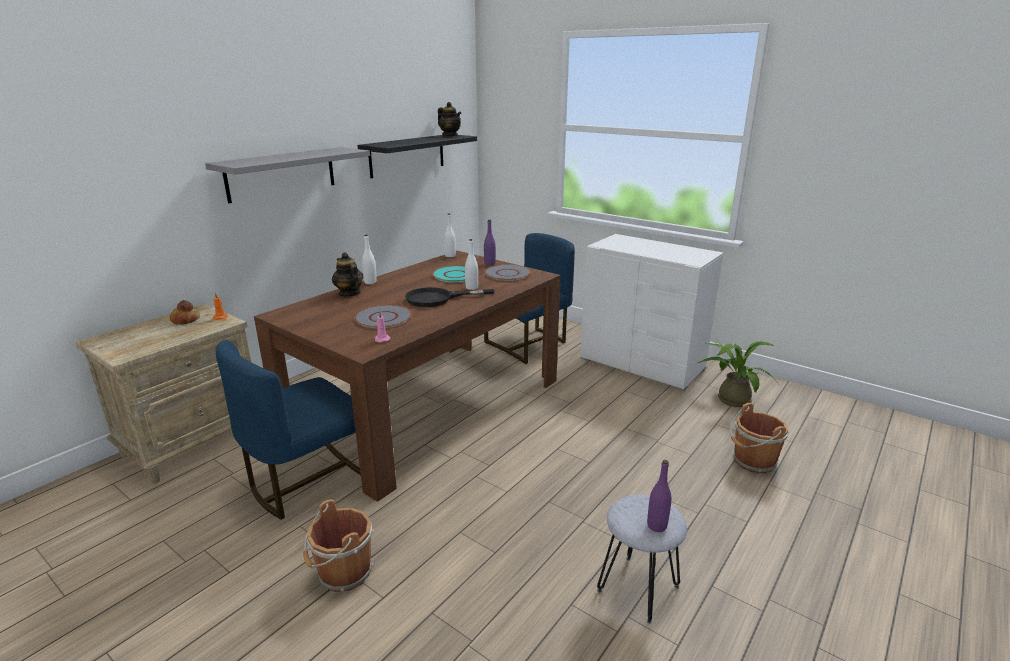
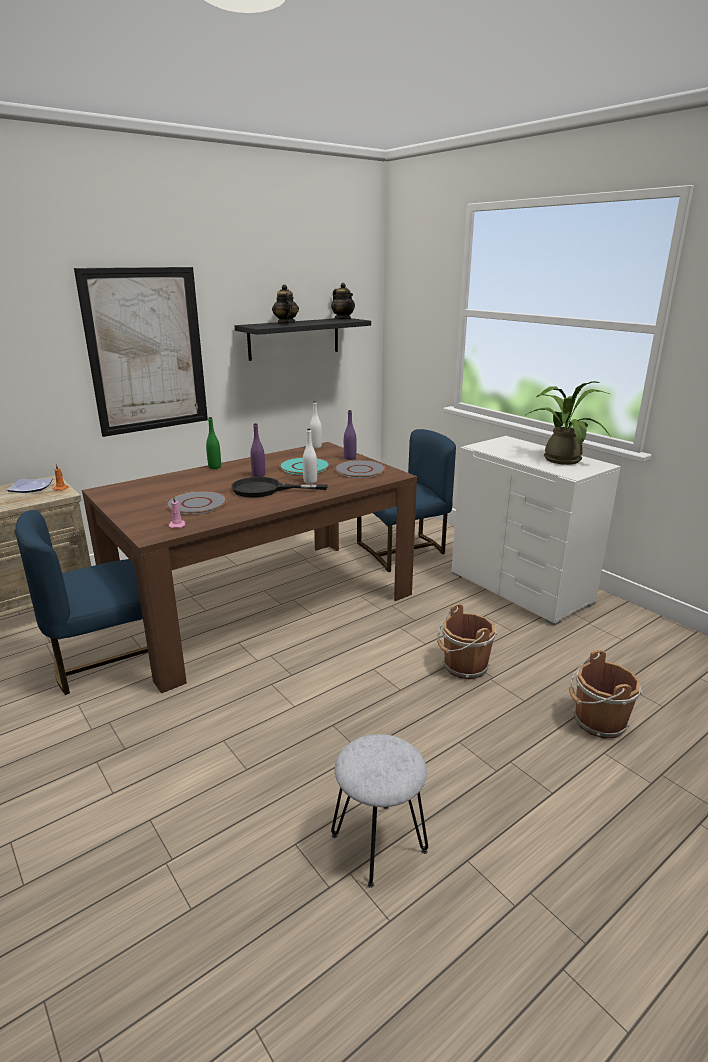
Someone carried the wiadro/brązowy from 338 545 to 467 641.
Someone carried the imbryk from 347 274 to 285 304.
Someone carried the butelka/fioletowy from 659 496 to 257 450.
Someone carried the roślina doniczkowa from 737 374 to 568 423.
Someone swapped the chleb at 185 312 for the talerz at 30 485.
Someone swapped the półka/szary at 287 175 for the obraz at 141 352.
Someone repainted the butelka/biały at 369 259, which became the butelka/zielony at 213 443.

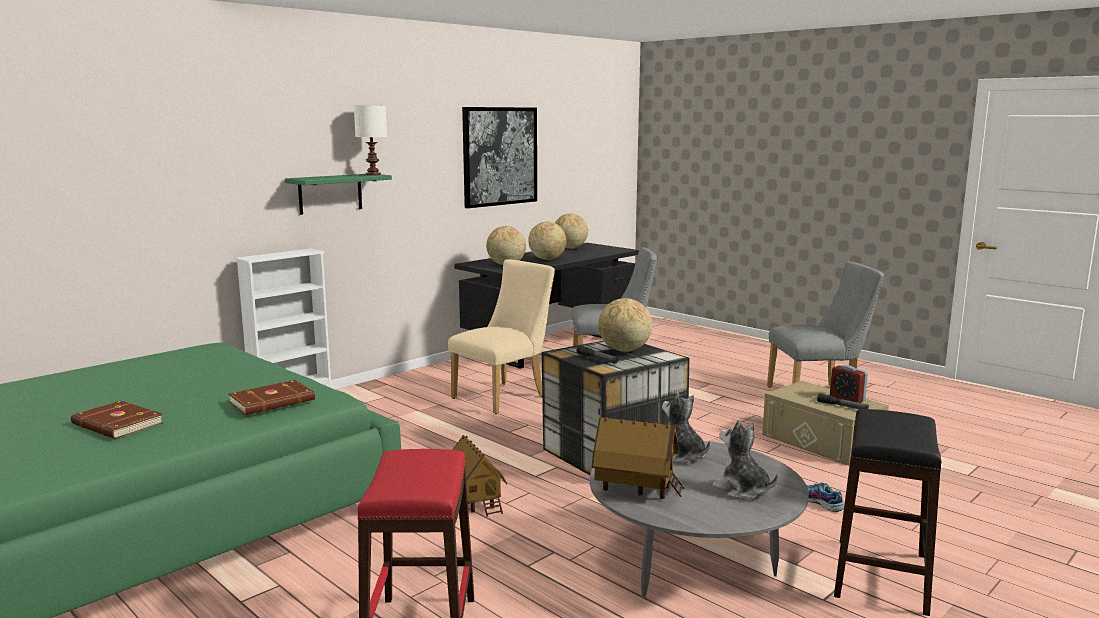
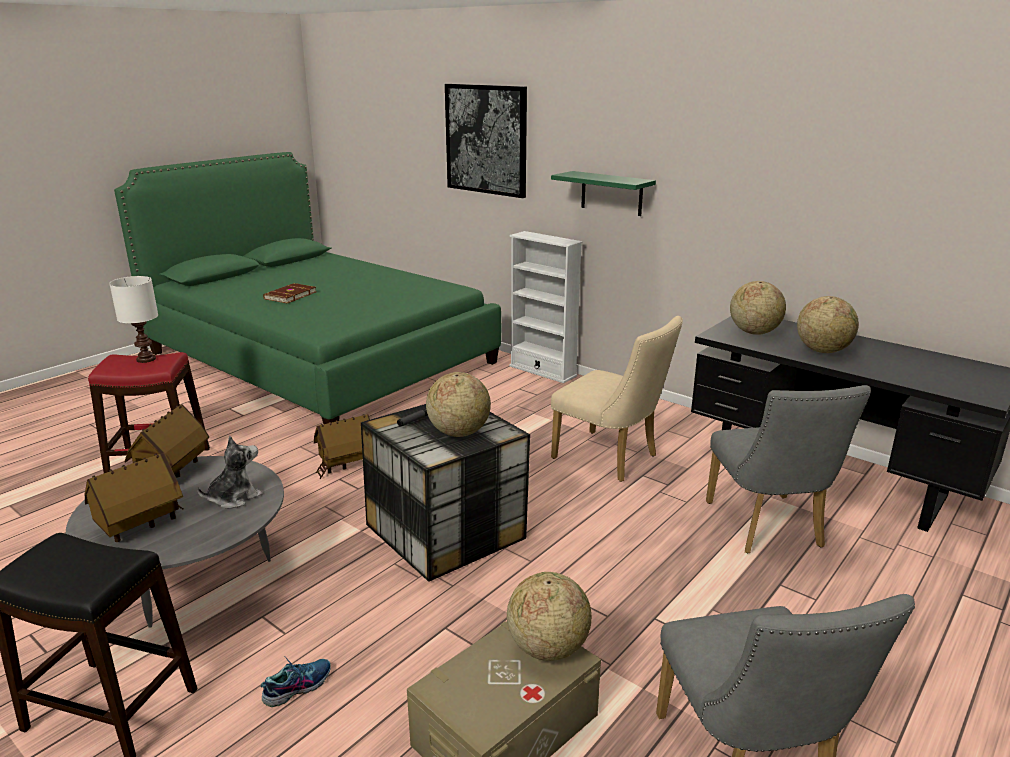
Someone took away the książka/brązowy at 271 397.
Someone took away the latarka at 843 401.
Someone took away the budzik at 849 384.
Someone carried the lampa stołowa/biały from 370 140 to 133 319.
Someone carried the obraz from 499 157 to 486 141.
Someone carried the globus from 571 231 to 549 616.
Someone swapped the pluszak at 745 460 for the domek at 134 497.

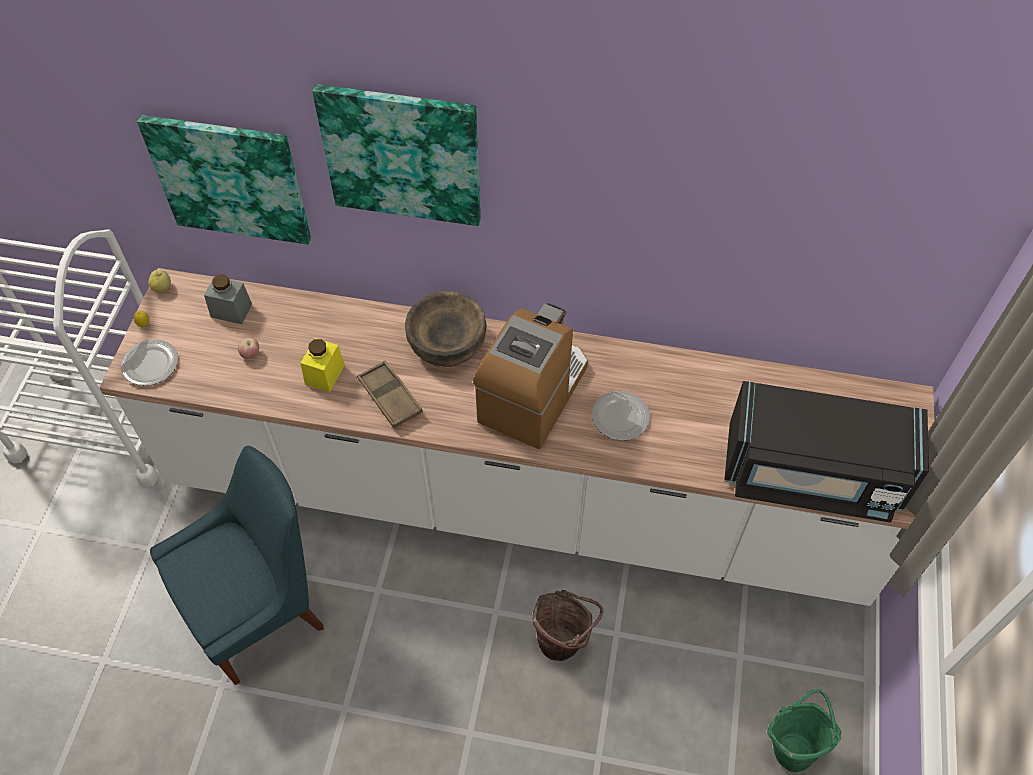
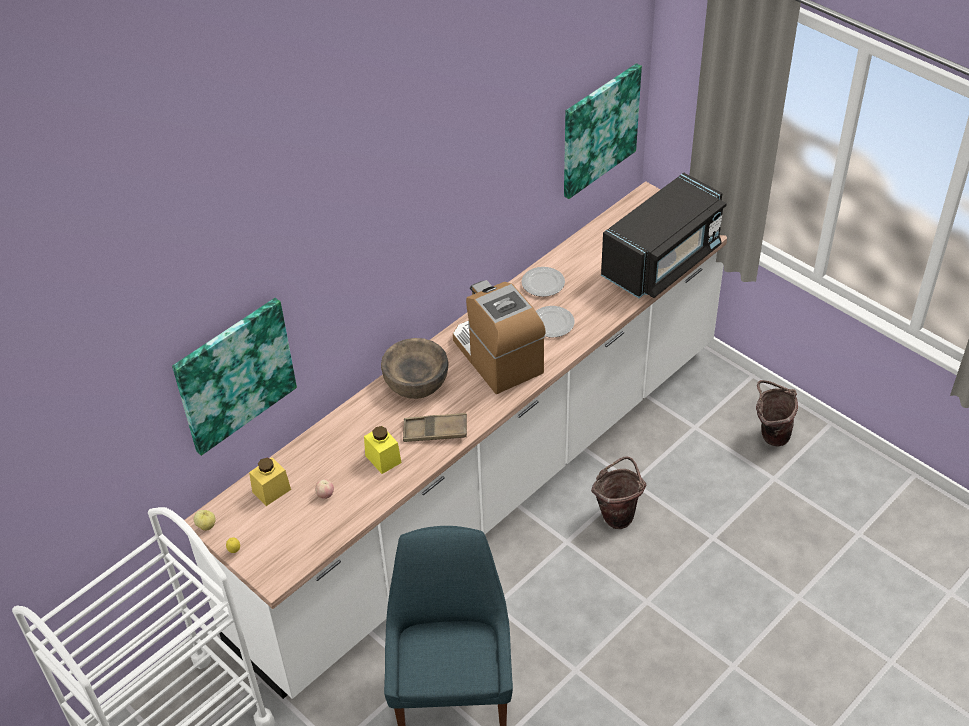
Someone carried the talerz from 149 362 to 543 282.
Someone carried the obraz from 396 155 to 603 131.
Someone repainted the słoik/szary at 228 299, which became the słoik/żółty at 270 481.
Someone repainted the wiadro/zielony at 804 730, which became the wiadro/brązowy at 777 413.

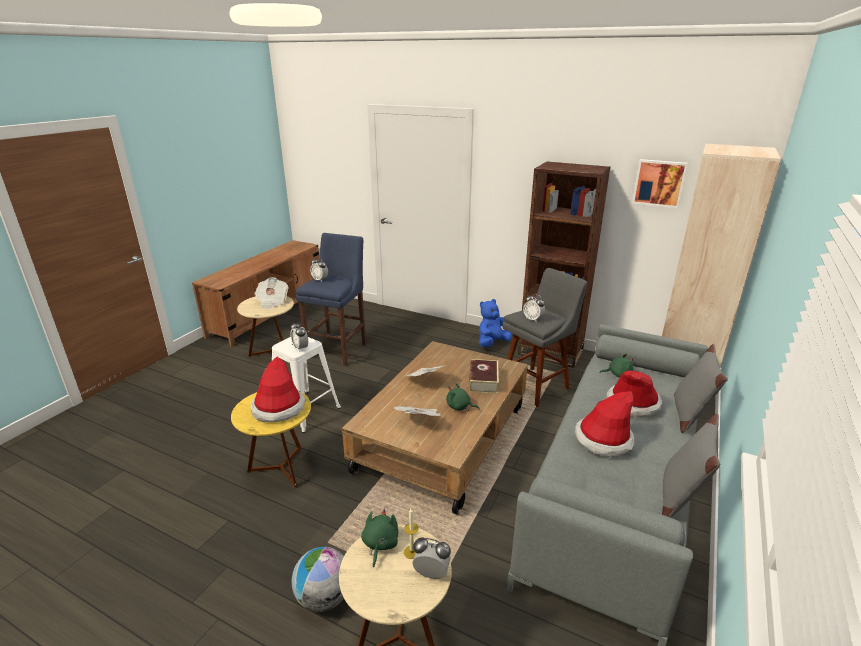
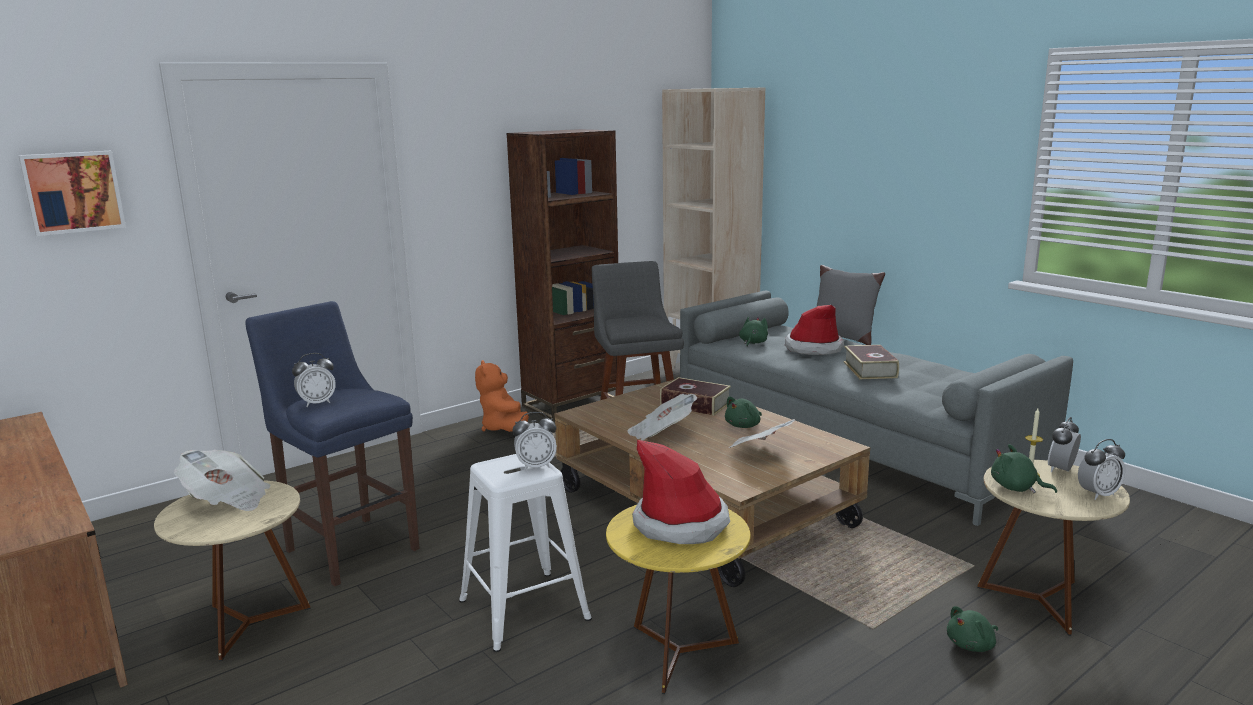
Someone took away the poduszka/szary at 691 466.
Someone carried the budzik from 534 307 to 1101 469.
Someone carried the obraz from 660 183 to 72 193.
Someone swapped the globus at 317 579 for the pluszak/zielony at 972 629.
Someone swapped the kapelusz at 604 424 for the książka at 871 362.
Someone repainted the pluszak/niebieski at 495 323, which became the pluszak/pomarańczowy at 502 396.

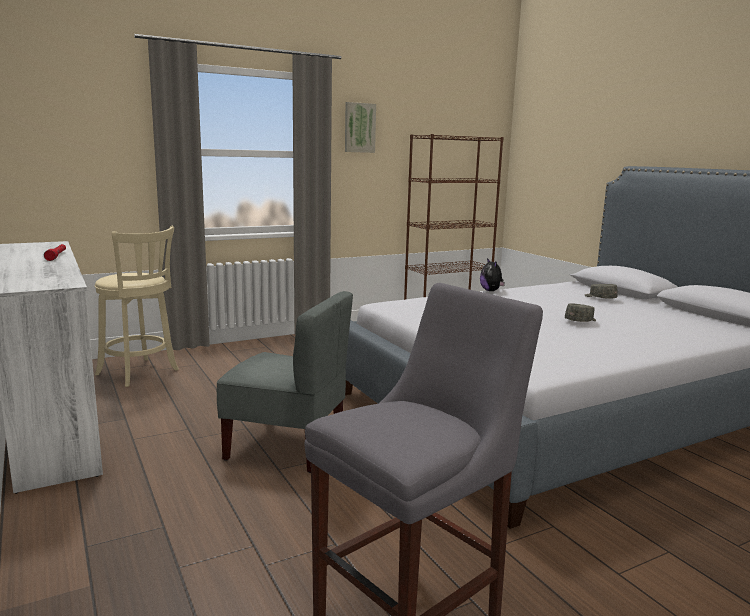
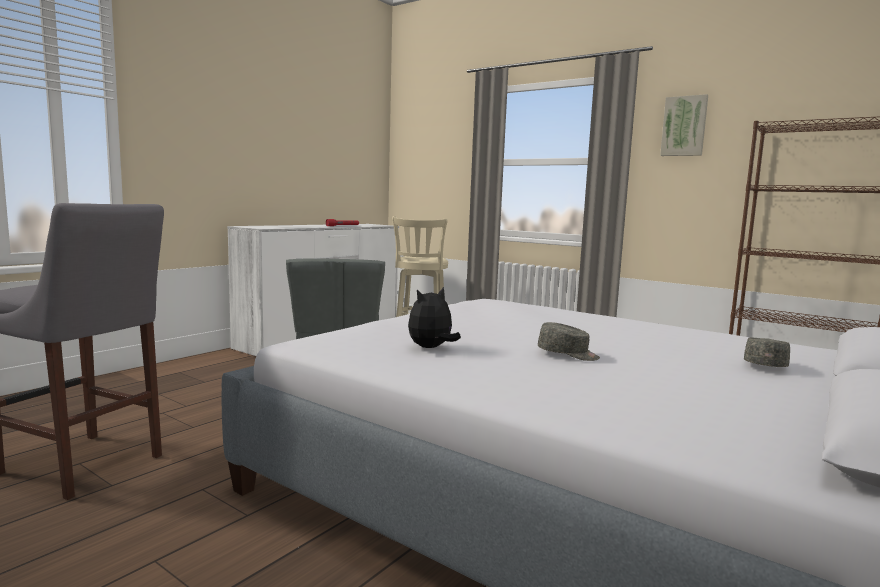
Someone carried the pluszak from 492 274 to 434 317.

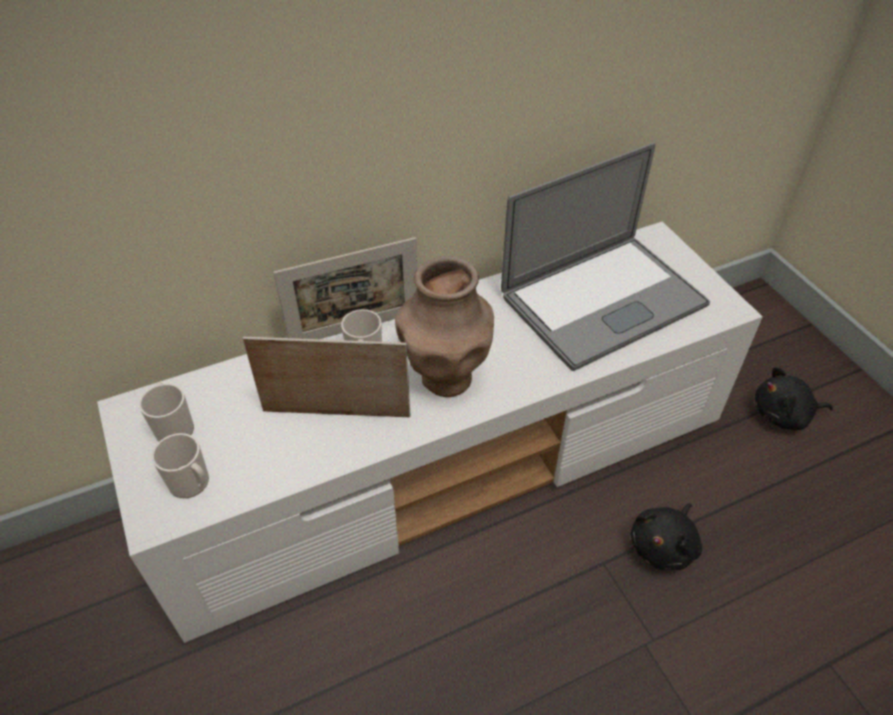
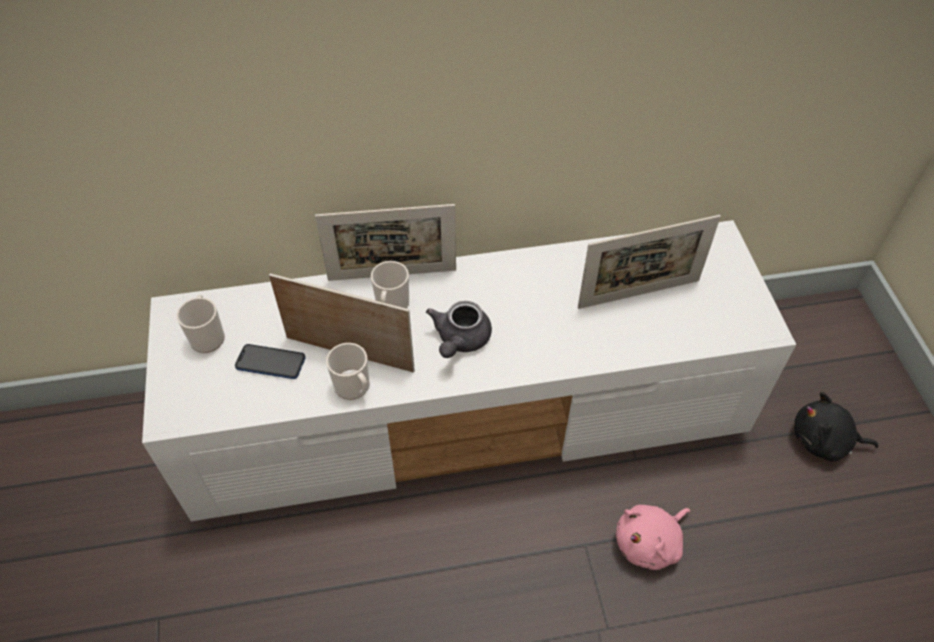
Someone put down the telefon at 270 361.
Someone carried the kubek from 180 465 to 347 371.
Someone swapped the wazon/brązowy at 444 326 for the imbryk/szary at 459 329.
Someone swapped the laptop at 605 257 for the ramka na zdjęcie at 649 262.
Someone repainted the pluszak/czarny at 666 536, which became the pluszak/różowy at 653 537.

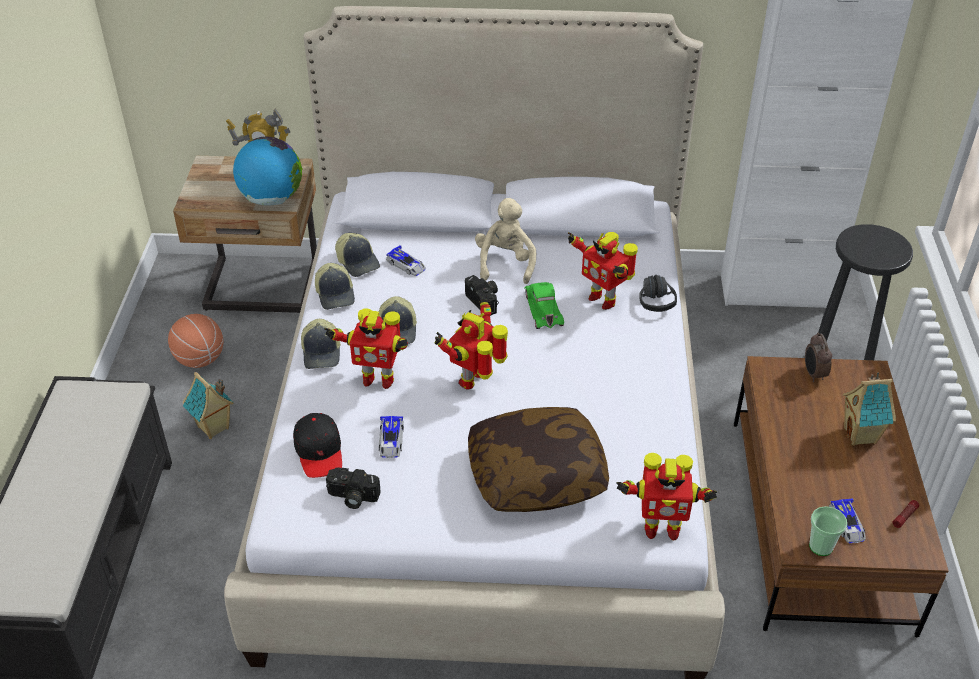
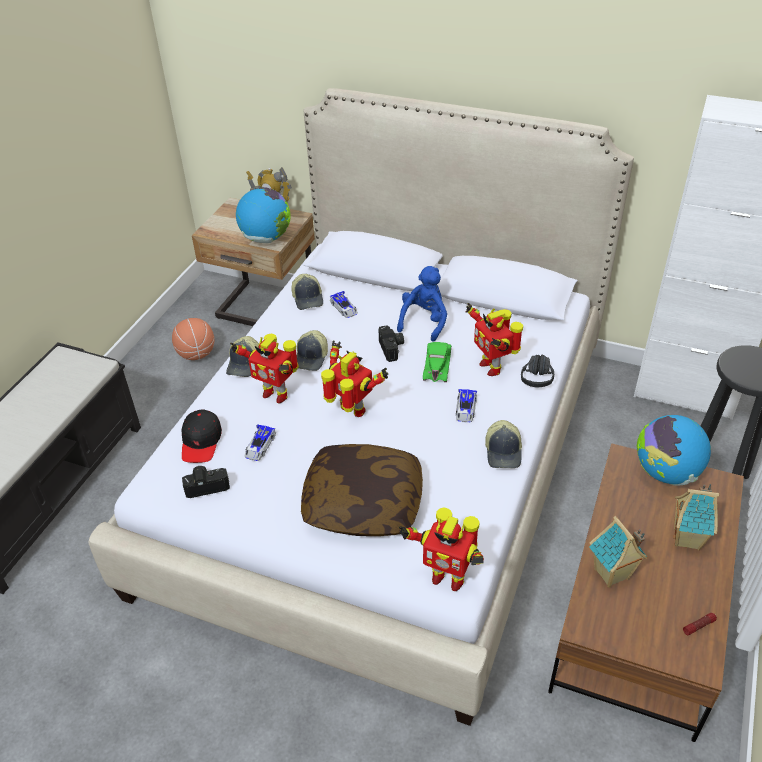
Someone took away the filiżanka at 828 531.
Someone carried the domek from 208 405 to 618 552.
Someone carried the czapka z daszkiem from 335 286 to 503 444.
Someone carried the samochodzik from 847 520 to 466 405.
Someone swapped the budzik at 818 357 for the globus at 674 450.
Someone repainted the pluszak/beżowy at 505 241, which became the pluszak/niebieski at 422 304.
Someone rotated the aparat fotograficzny at 353 488 by 135 degrees clockwise.
Someone rotated the robot zabawkowy at 471 343 by 75 degrees clockwise.

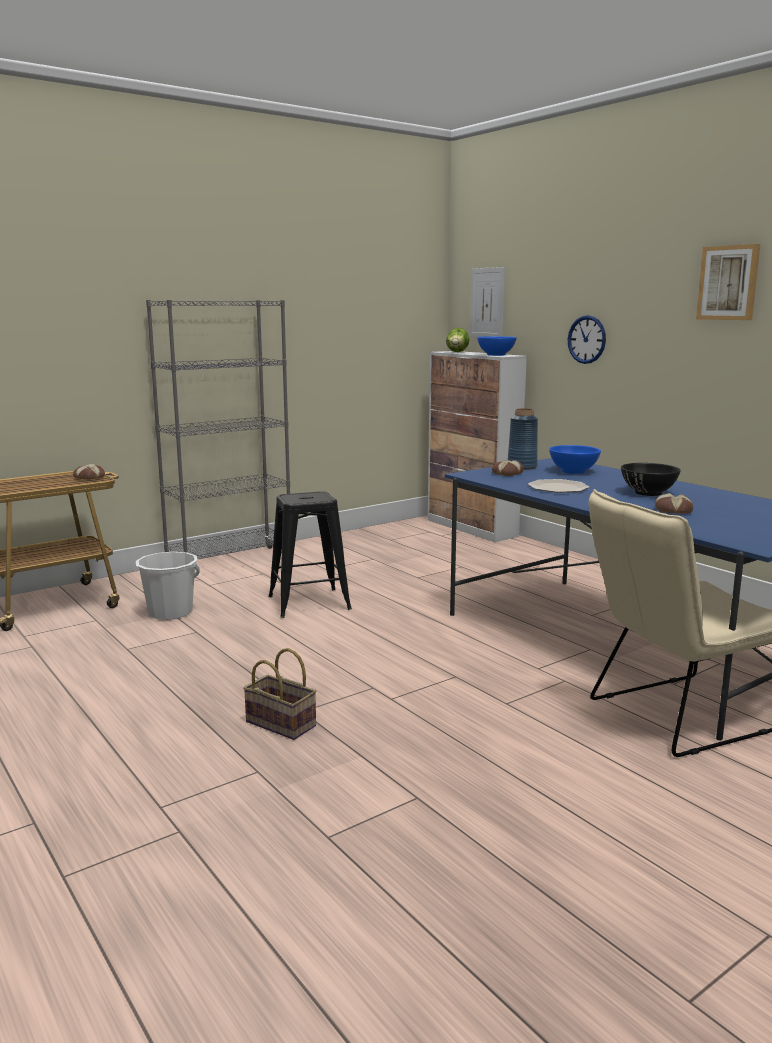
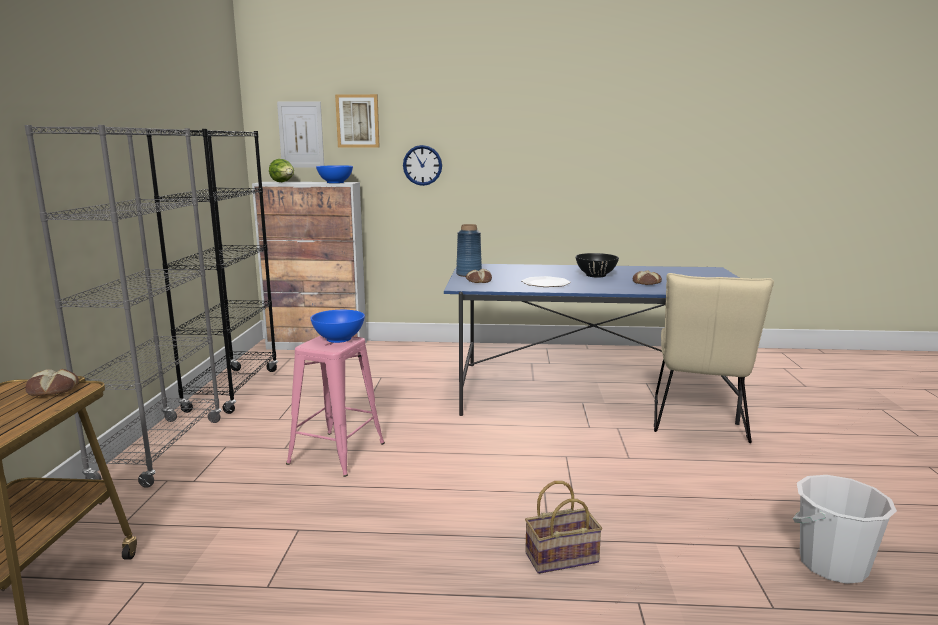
Someone put down the regał/czarny at 212 271.
Someone carried the wiadro/biały from 168 586 to 845 529.
Someone carried the miska/niebieski from 575 459 to 337 326.
Someone carried the obraz from 728 282 to 357 121.
Someone repainted the stołek/czarny at 310 554, which became the stołek/różowy at 335 406.

